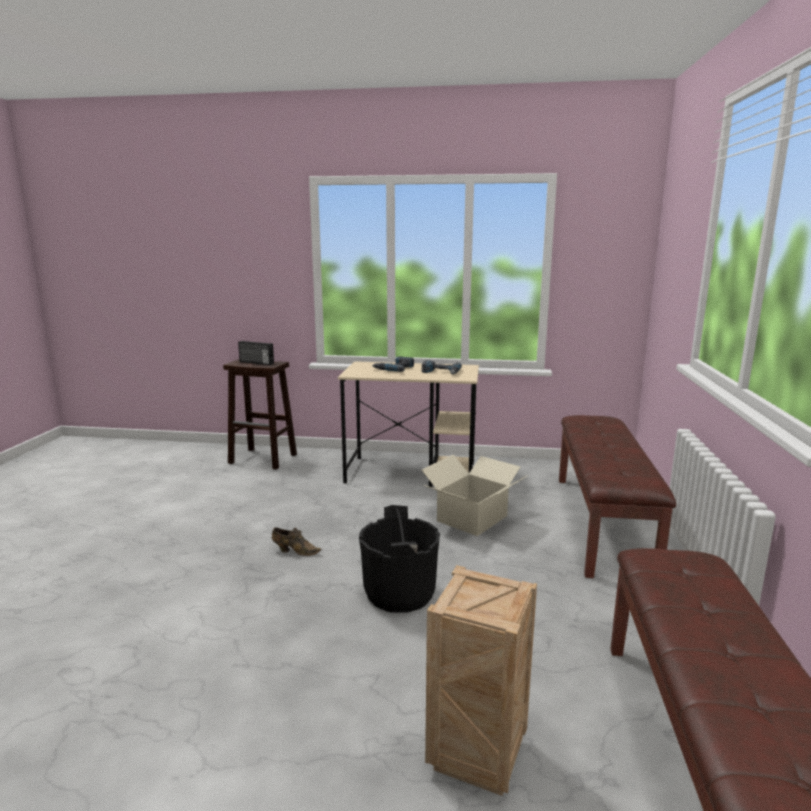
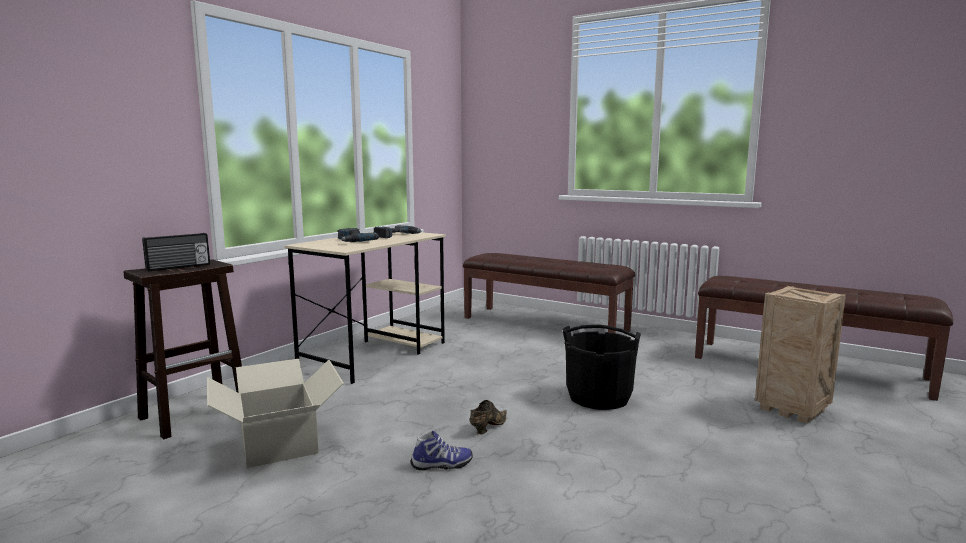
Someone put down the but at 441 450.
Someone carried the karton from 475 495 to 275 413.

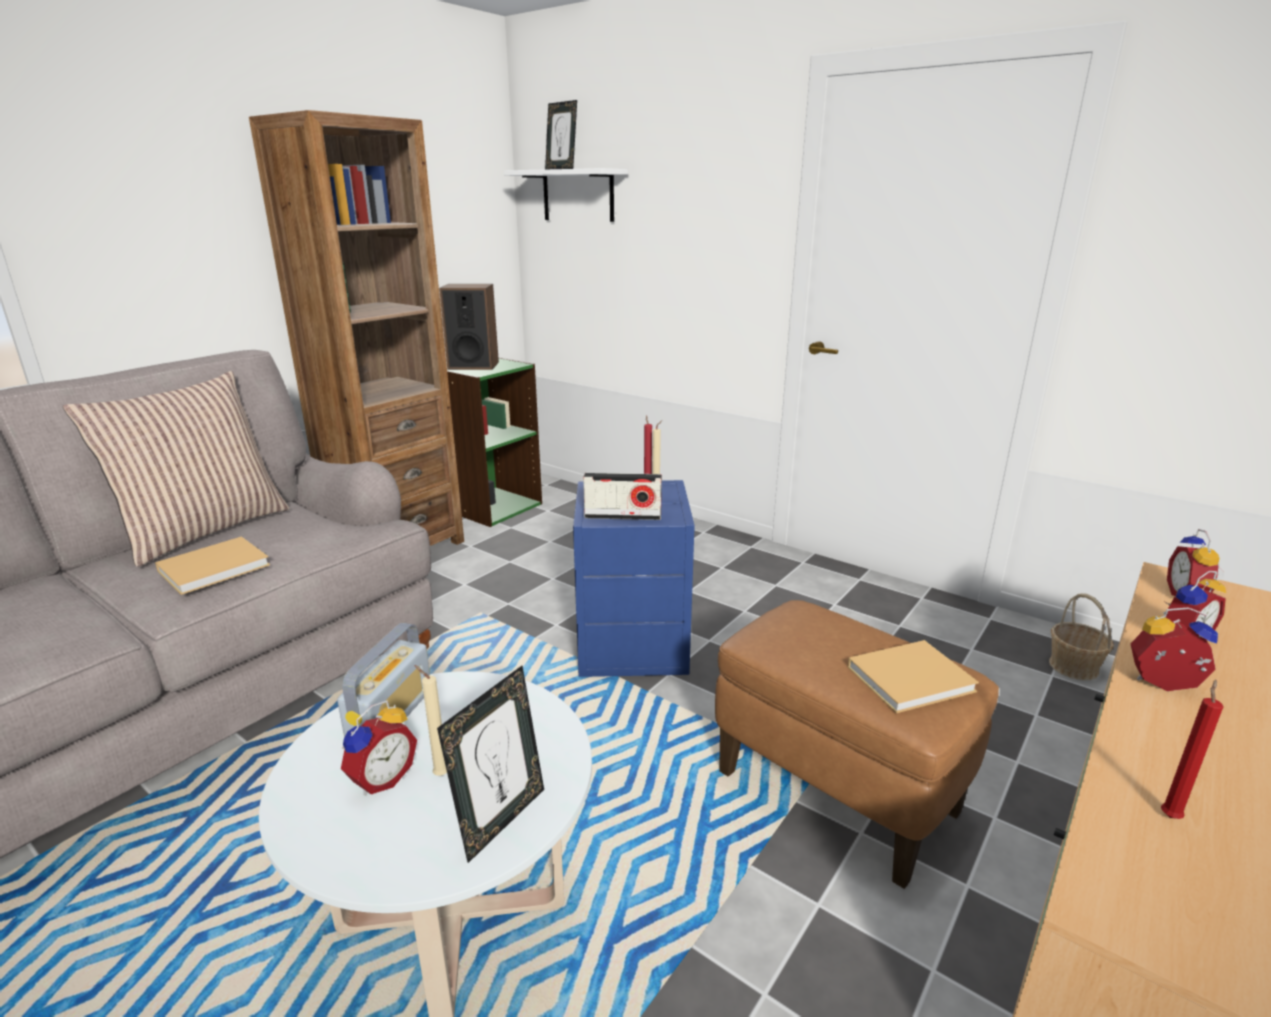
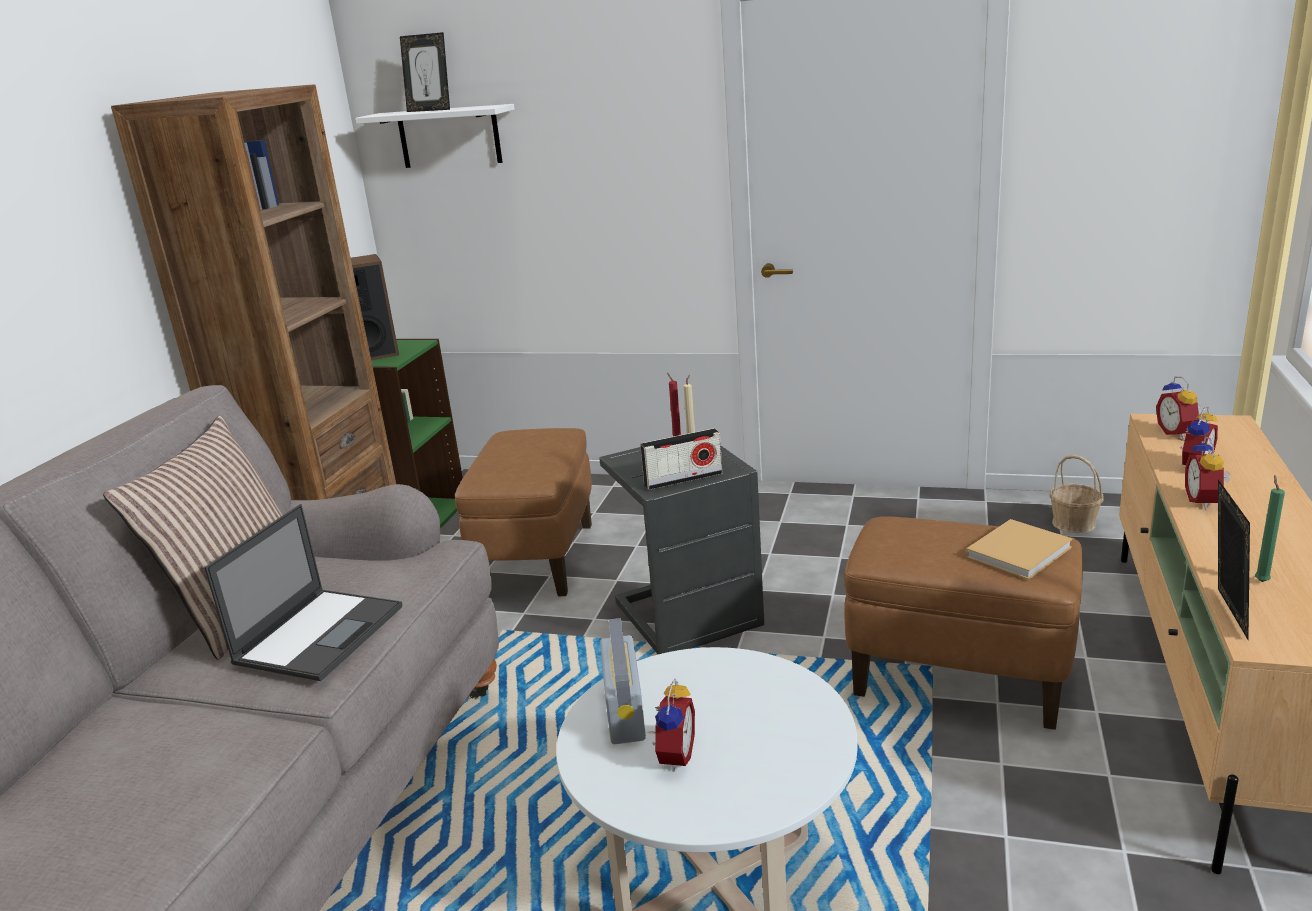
Someone took away the świeca/beżowy at 430 720.
Someone put down the pufa/brązowy at 523 512.
Someone carried the ramka na zdjęcie from 490 764 to 1234 559.
Someone swapped the książka/beżowy at 212 565 for the laptop at 303 592.
Someone repainted the stolik/niebieski at 634 578, which became the stolik/szary at 681 550.
Someone repainted the świeca/czerwony at 1192 749, which became the świeca/zielony at 1270 528.
Someone rotated the budzik at 1174 649 by 75 degrees counterclockwise.

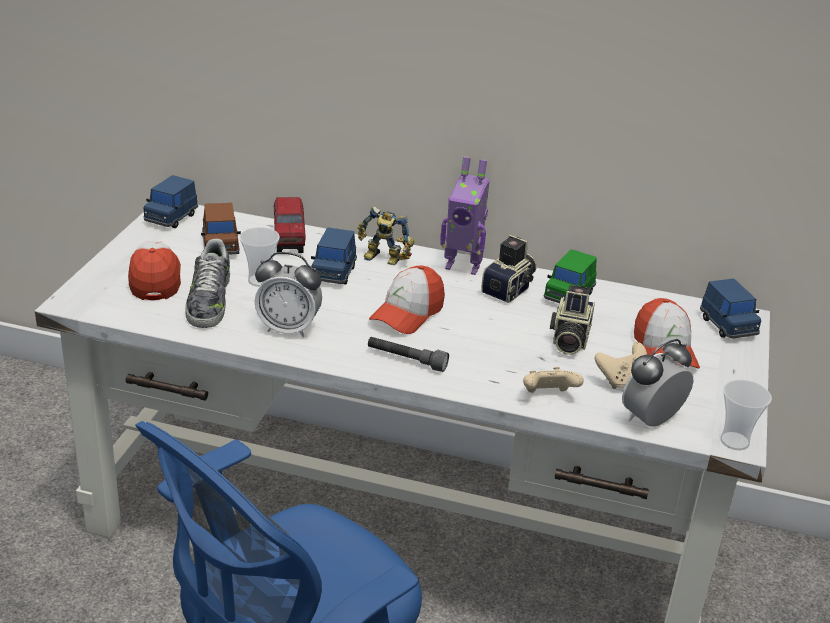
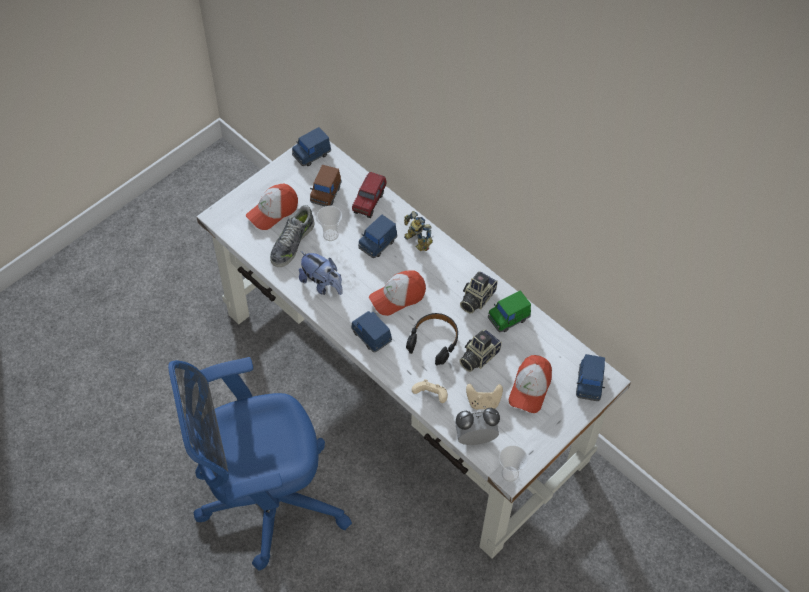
Someone took away the robot zabawkowy at 465 216.
Someone put down the słuchawki/czarny at 432 339.
Someone swapped the budzik at 288 294 for the pluszak at 320 273.
Someone swapped the latarka/szary at 408 354 for the samochodzik/niebieski at 371 332.
Someone rotated the czapka z daszkiem at 154 270 by 150 degrees counterclockwise.
Someone rotated the aparat fotograficzny at 509 269 by 150 degrees clockwise.

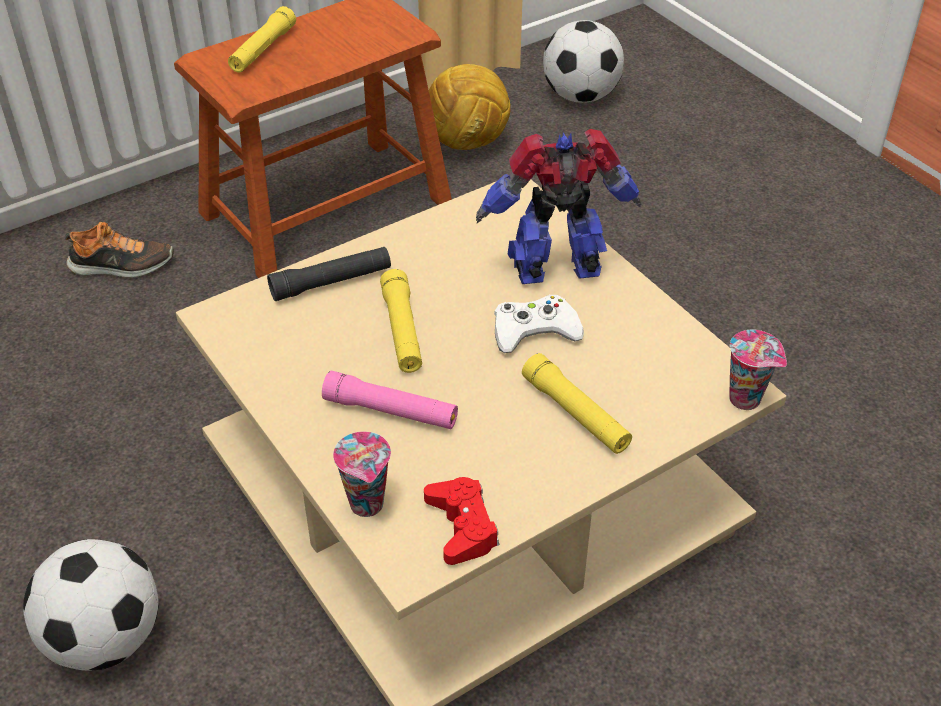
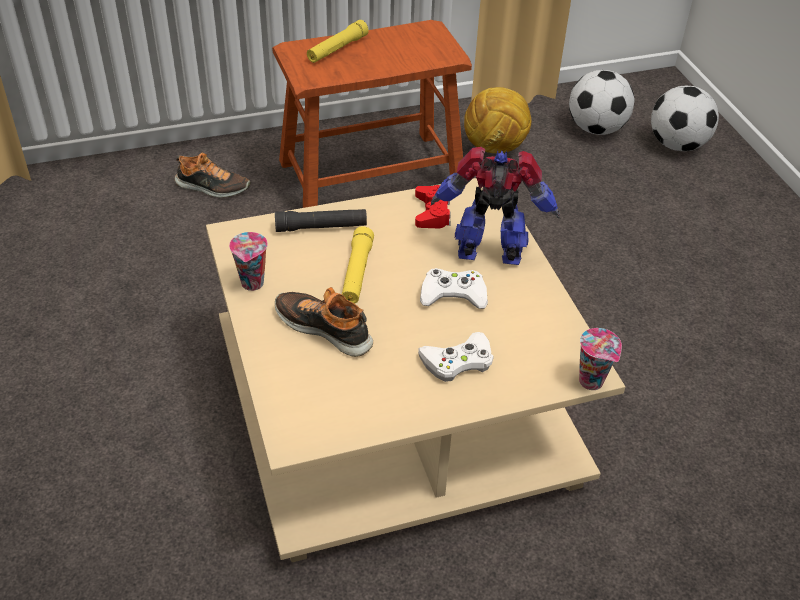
Someone carried the piłka futbolowa from 91 605 to 685 118.
Someone carried the filiżanka from 362 474 to 248 261.
Someone carried the pad do gier/czerwony from 461 521 to 433 206.
Someone swapped the latarka/różowy at 390 400 for the but at 324 322.
Someone swapped the latarka/żółty at 577 403 for the pad do gier/biały at 455 357.

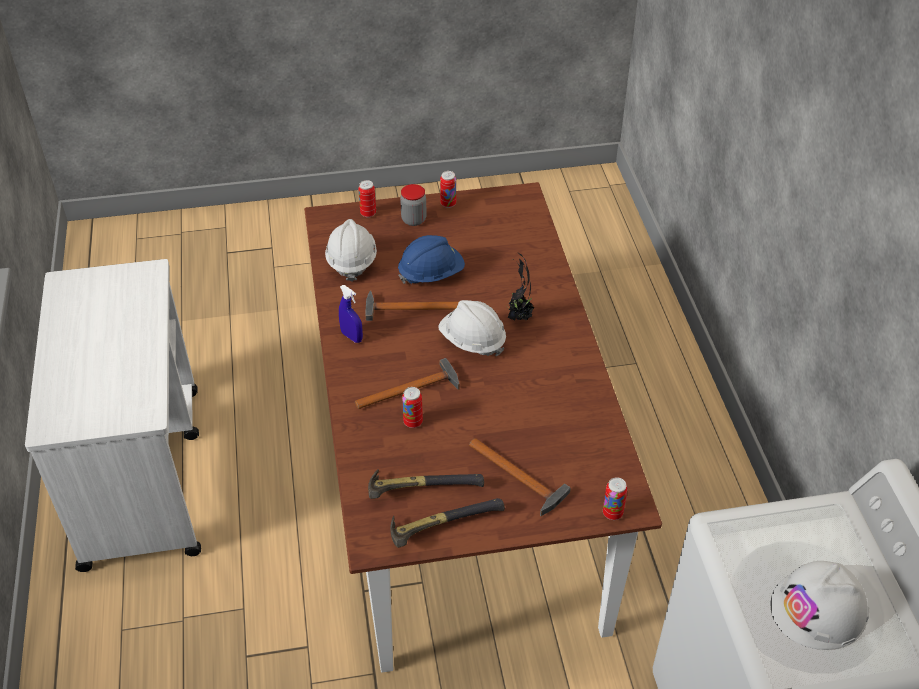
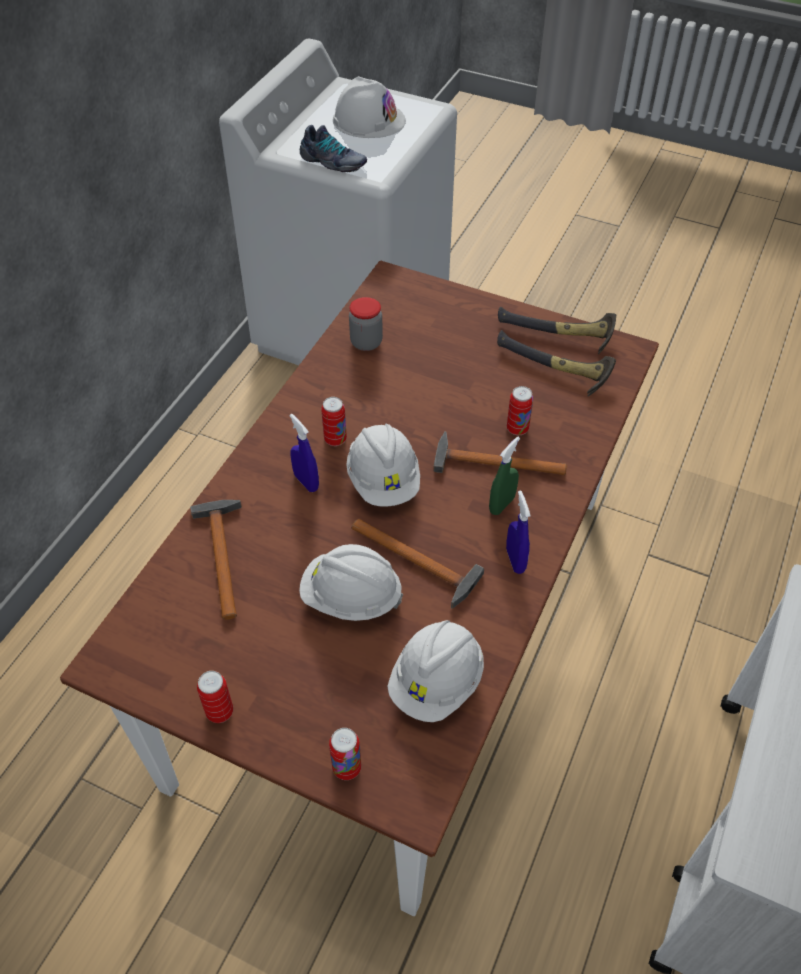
Someone put down the but at 333 148.
Someone put down the spryskiwacz/zielony at 504 476.
Someone carried the słoik from 413 205 to 366 324.
Someone carried the młotek from 520 477 to 216 560.
Someone carried the puszka from 615 498 to 334 421.
Someone swapped the roślina doniczkowa at 521 287 for the spryskiwacz/niebieski at 304 453.
Someone repainted the kask/niebieski at 431 259, which became the kask/biały at 351 582.

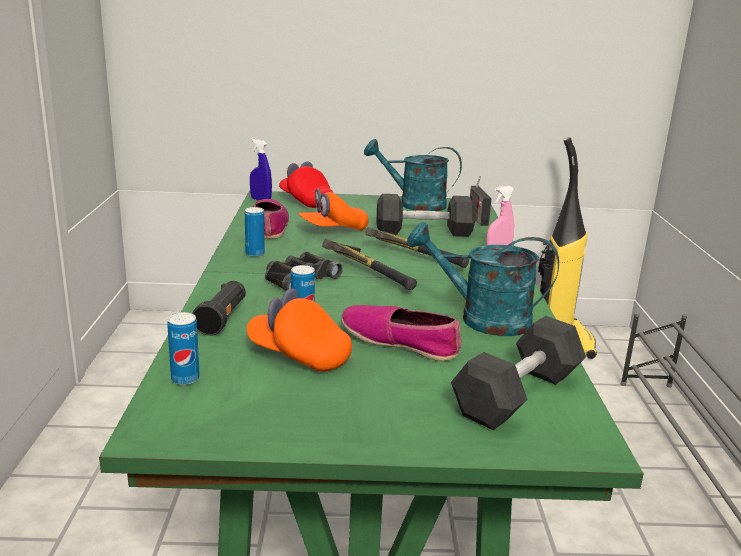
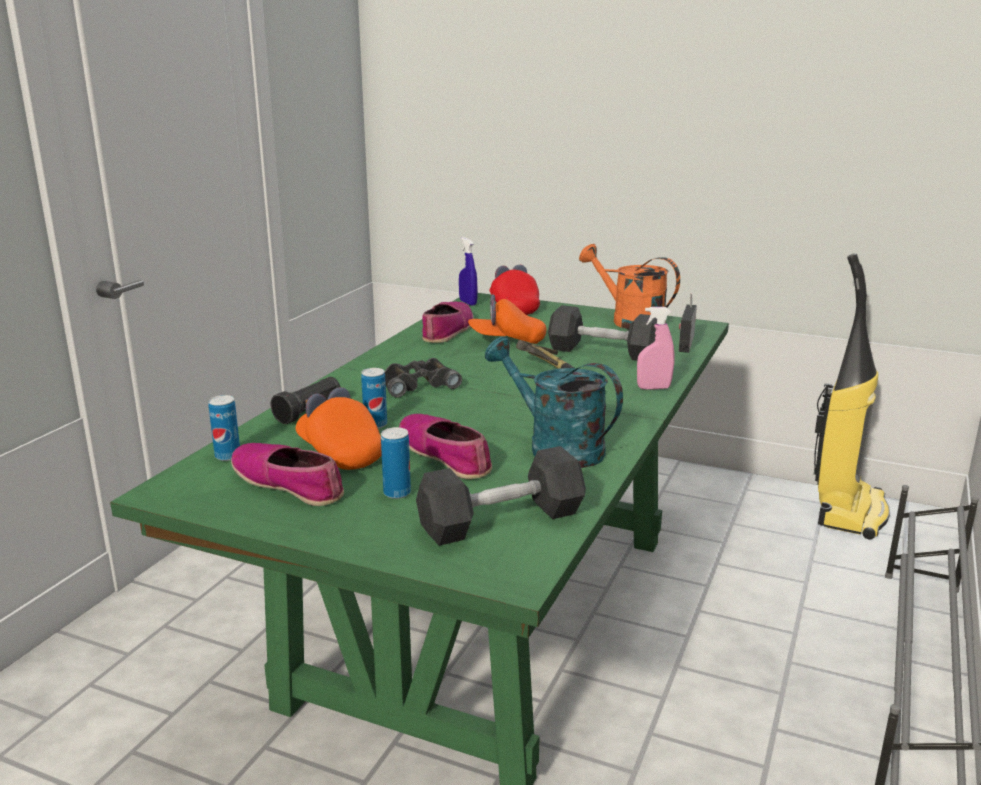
Someone took away the młotek at 369 264.
Someone put down the but at 287 474.
Someone carried the puszka from 255 232 to 396 463.
Someone repainted the konewka/turkusowy at 413 175, which became the konewka/pomarańczowy at 629 287.

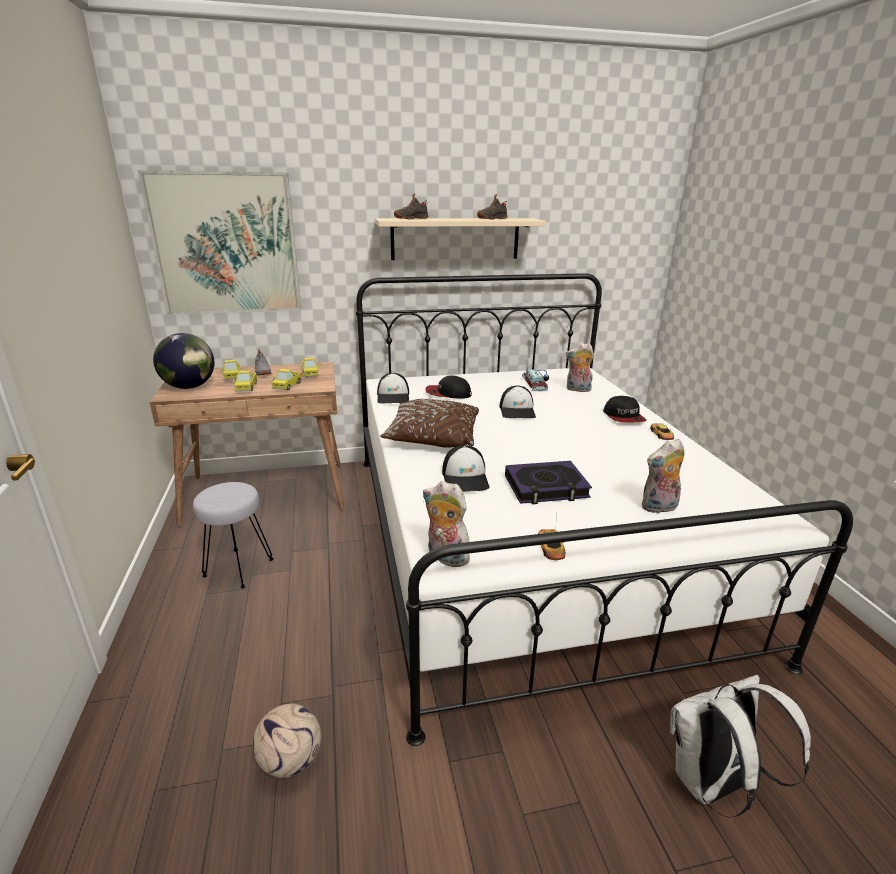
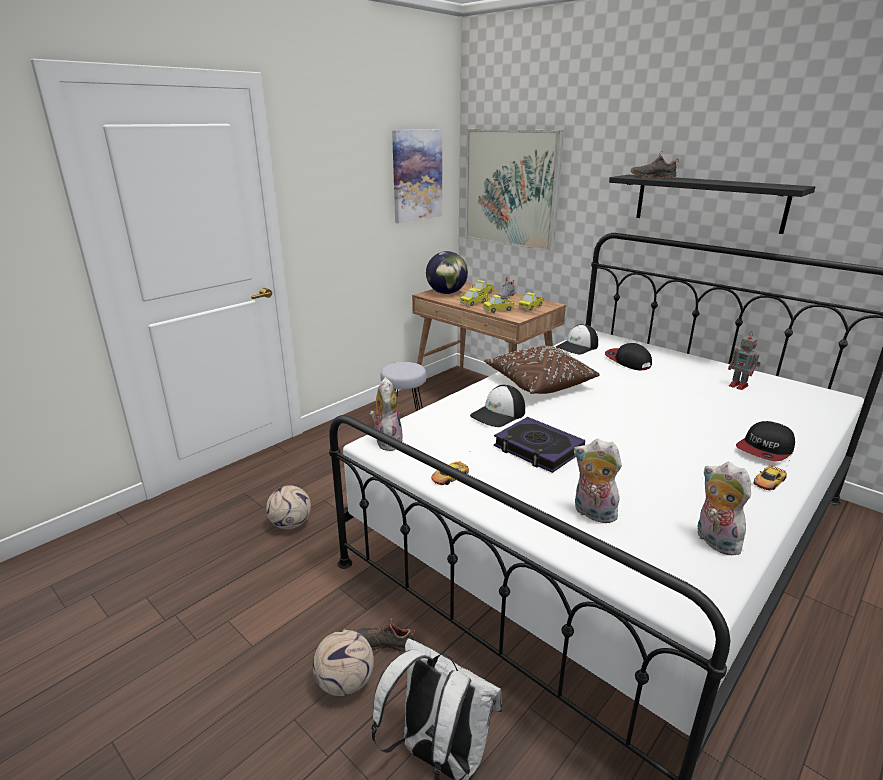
Someone took away the czapka z daszkiem at 518 402.
Someone put down the piłka futbolowa at 343 662.
Someone put up the obraz at 417 176.
Someone carried the but/czarny from 492 207 to 385 635.
Someone carried the pluszak from 580 367 to 724 508.
Someone swapped the samochodzik at 535 379 for the robot zabawkowy at 744 361.
Someone repainted the półka/beżowy at 460 239, which became the półka/czarny at 712 204.

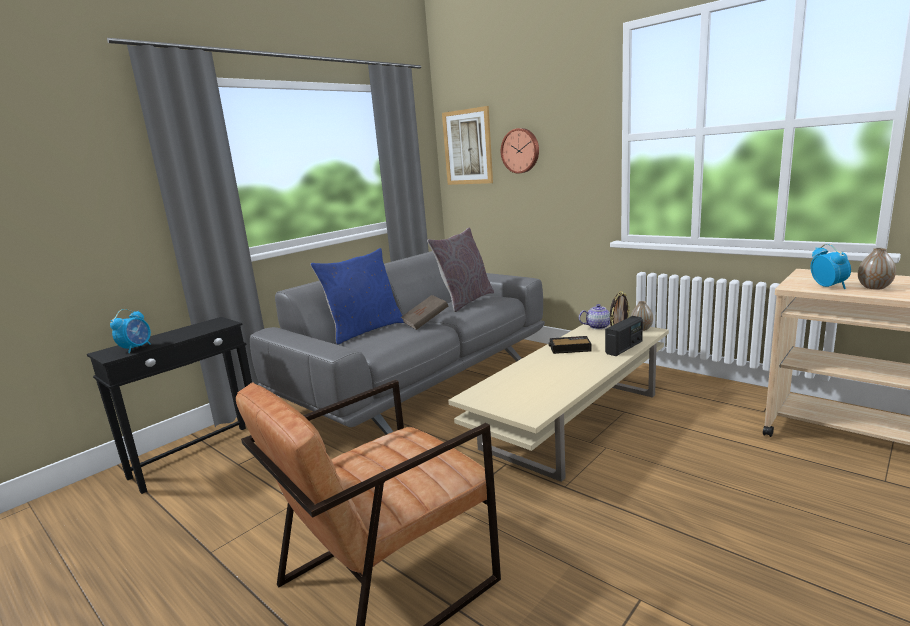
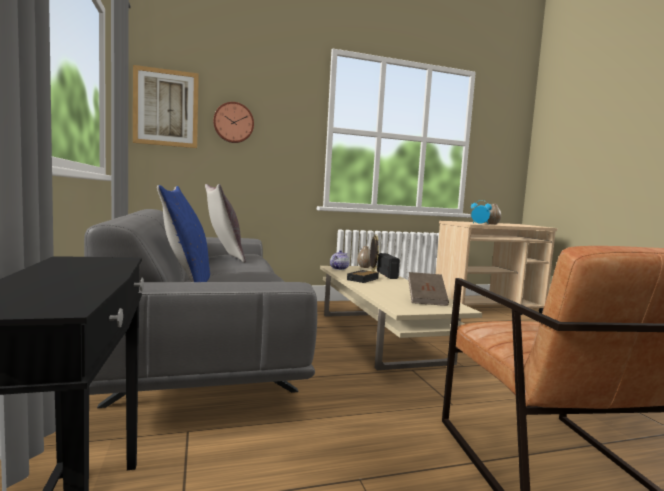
Someone took away the budzik at 130 331.
Someone carried the książka/brązowy from 424 312 to 428 289.

